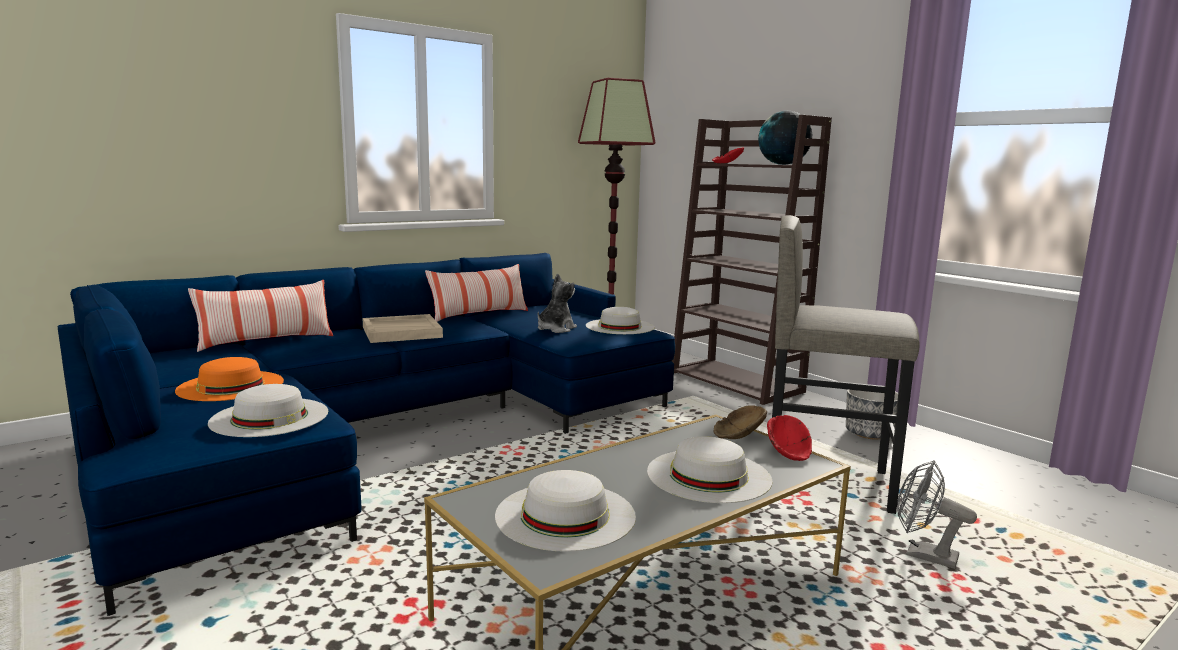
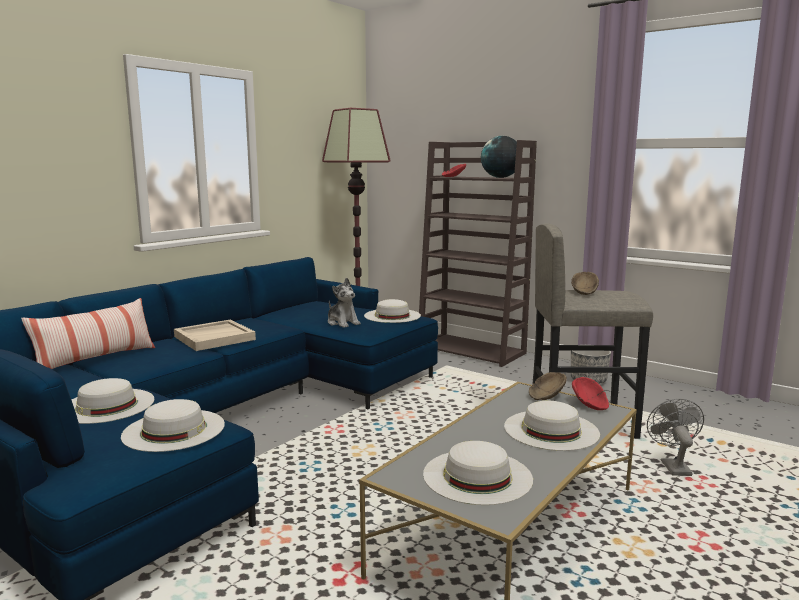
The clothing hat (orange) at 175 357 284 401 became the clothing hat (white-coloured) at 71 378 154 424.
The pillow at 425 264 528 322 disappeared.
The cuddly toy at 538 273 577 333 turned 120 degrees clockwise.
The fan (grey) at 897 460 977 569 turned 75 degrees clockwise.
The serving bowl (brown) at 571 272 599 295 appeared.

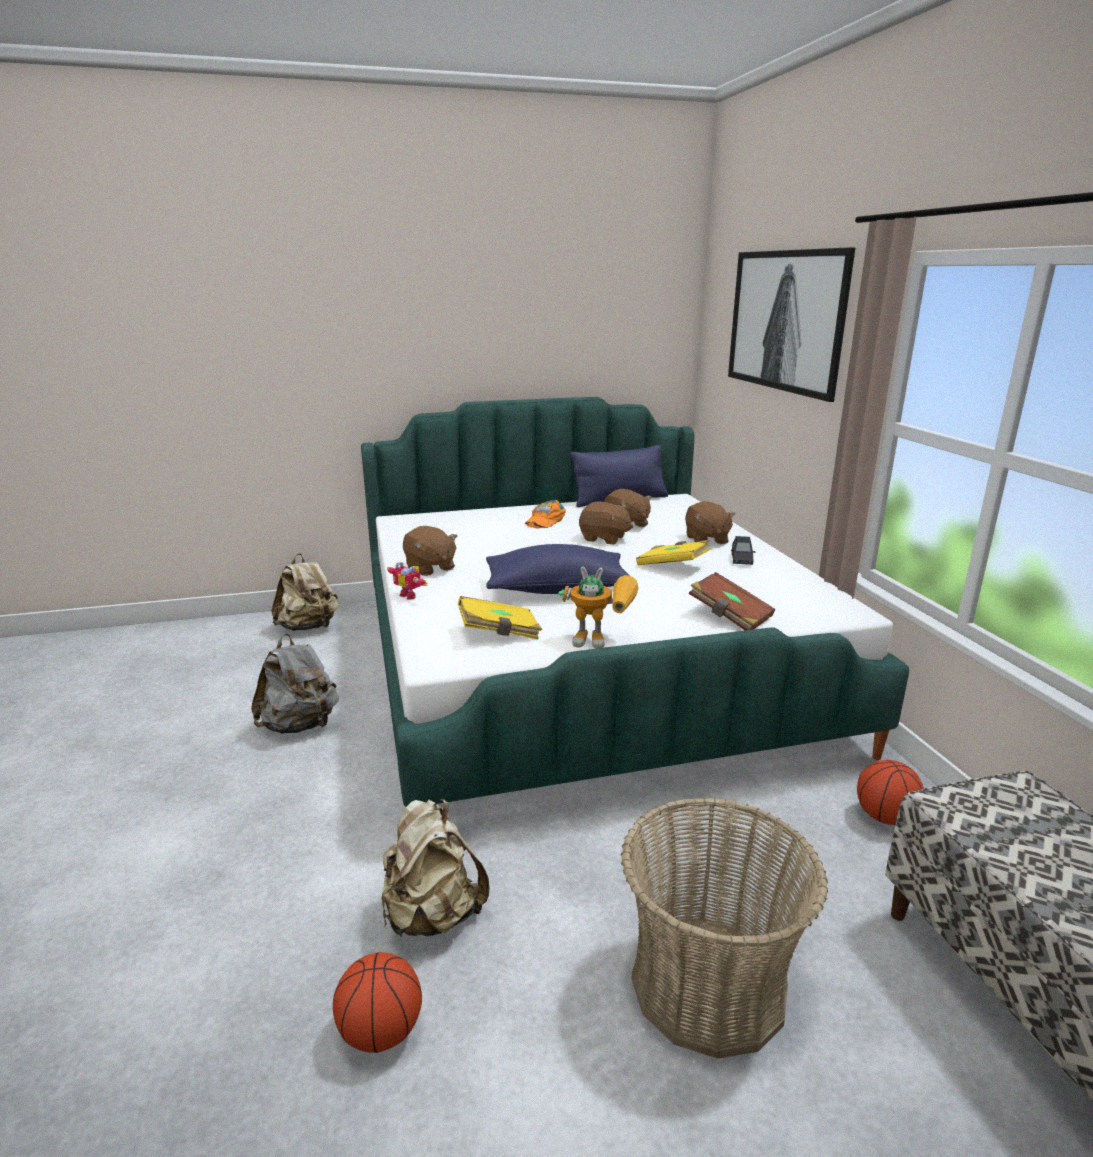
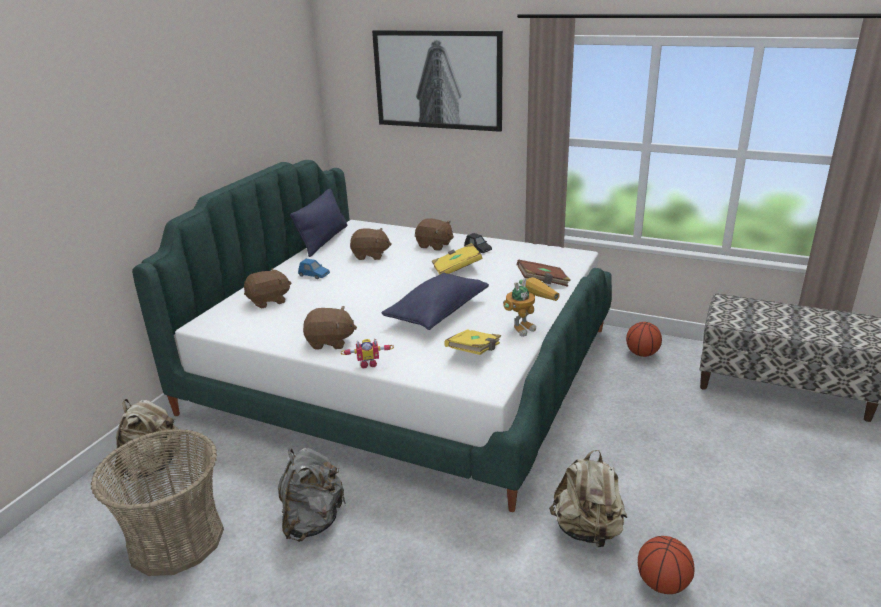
The peaked cap (orange) at 525 500 566 528 was replaced by the model car (blue-coloured) at 298 259 330 279.
The cuddly toy (brown) moved from 579 502 633 544 to 244 268 292 309.
The storage basket moved from 621 797 828 1059 to 91 429 224 576.

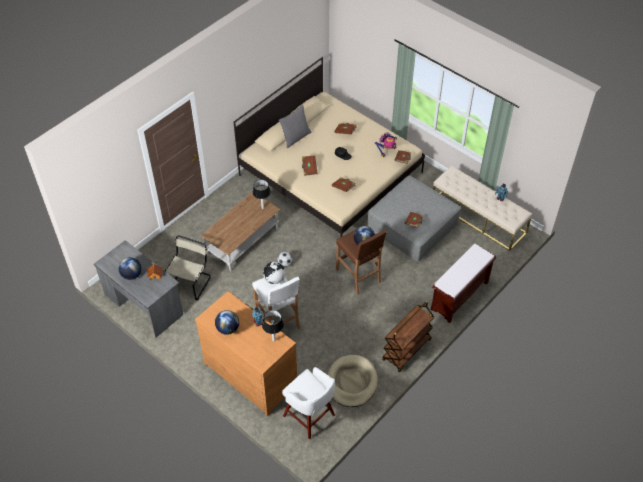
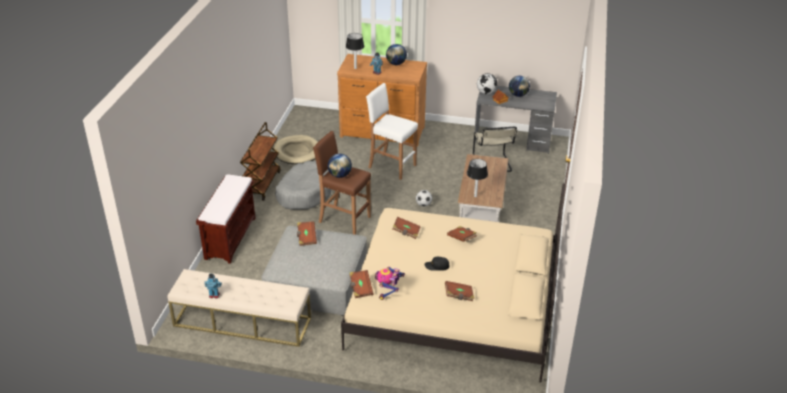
The globe moved from 263 262 285 284 to 477 73 498 94.
The pillow (grey) at 279 105 311 148 disappeared.
The sitting stool (white-coloured) at 282 367 335 439 disappeared.
The pet bed (grey) at 275 161 332 209 appeared.

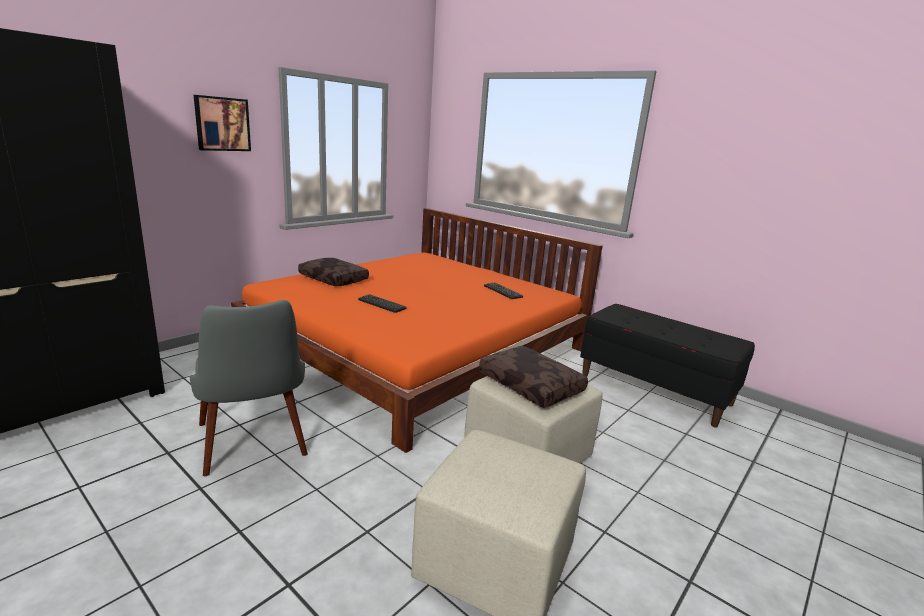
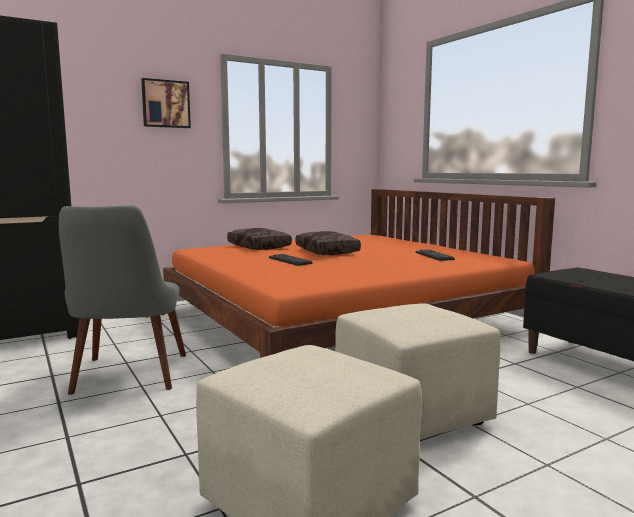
The pillow (brown) moved from 479 346 588 408 to 295 231 361 255.

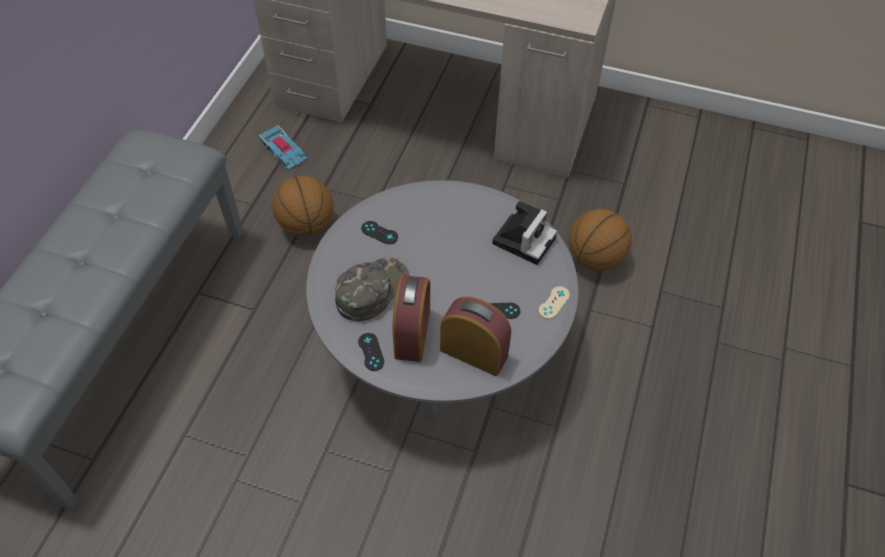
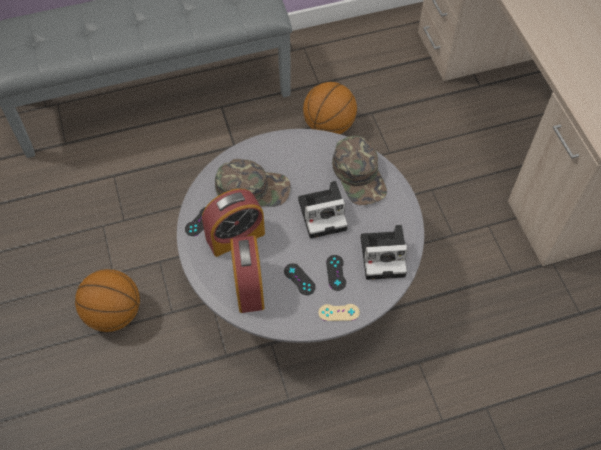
The model car at 259 125 308 170 disappeared.
The gamepad (blackish) moved from 361 221 398 244 to 326 255 346 291.
The basketball ball moved from 568 209 632 271 to 75 269 140 332.
The photo camera at 298 181 348 239 appeared.
The peaked cap (greenish) at 332 136 387 205 appeared.

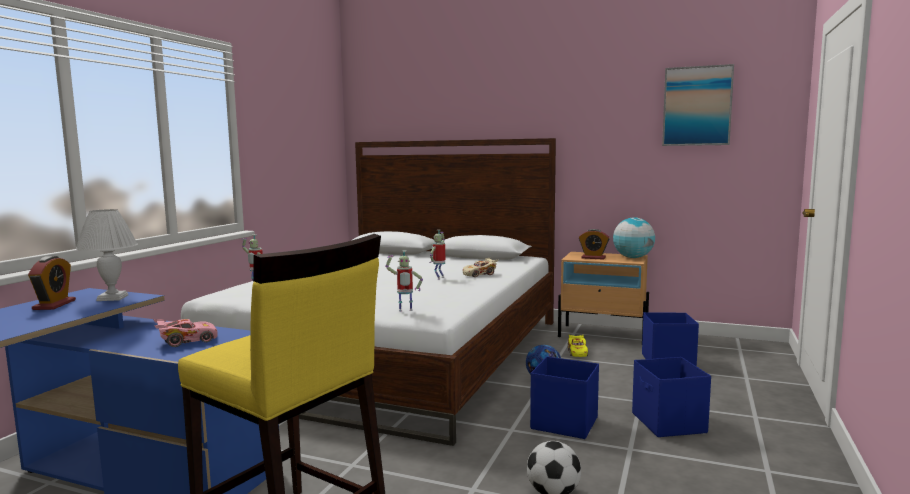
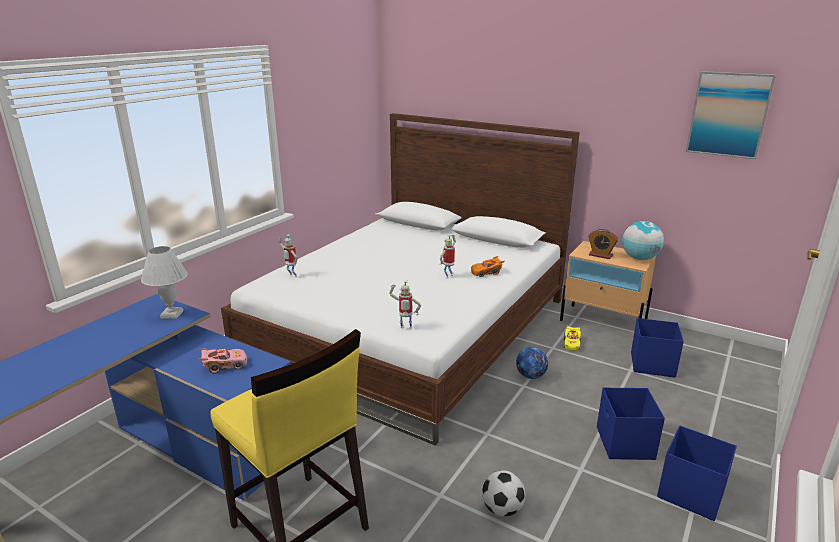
The alarm clock at 28 256 76 310 disappeared.
The model car (beige) at 463 258 498 277 became the model car (orange) at 471 256 504 277.
The storage box (blue-coloured) moved from 530 356 599 439 to 657 425 737 521.

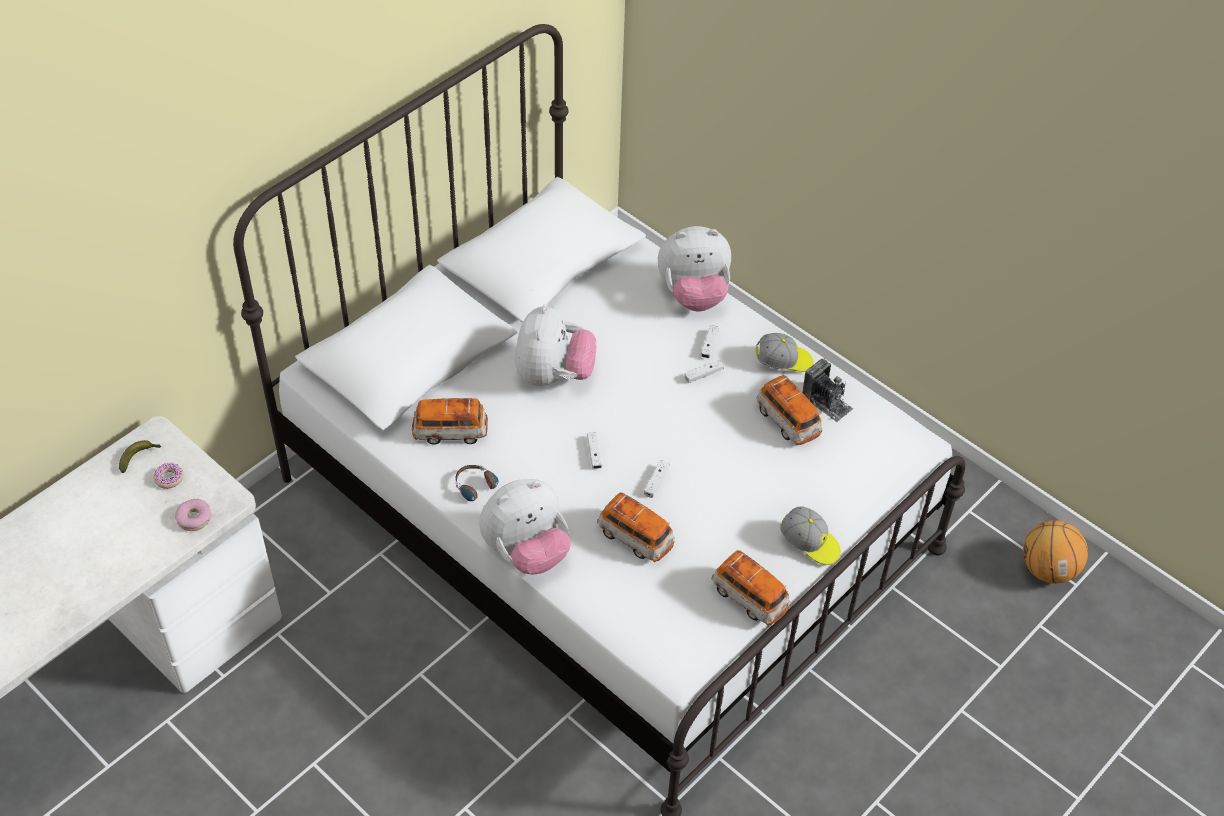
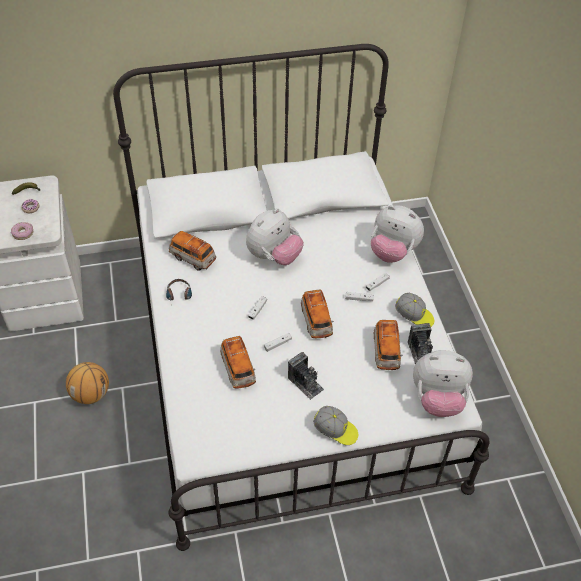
The cuddly toy moved from 479 479 570 574 to 413 350 473 417.
The model car moved from 712 550 790 625 to 301 289 334 338.
The peaked cap at 781 506 841 565 turned 45 degrees counterclockwise.
The basketball ball moved from 1023 520 1088 583 to 66 362 109 404.
The photo camera at 288 352 324 400 appeared.

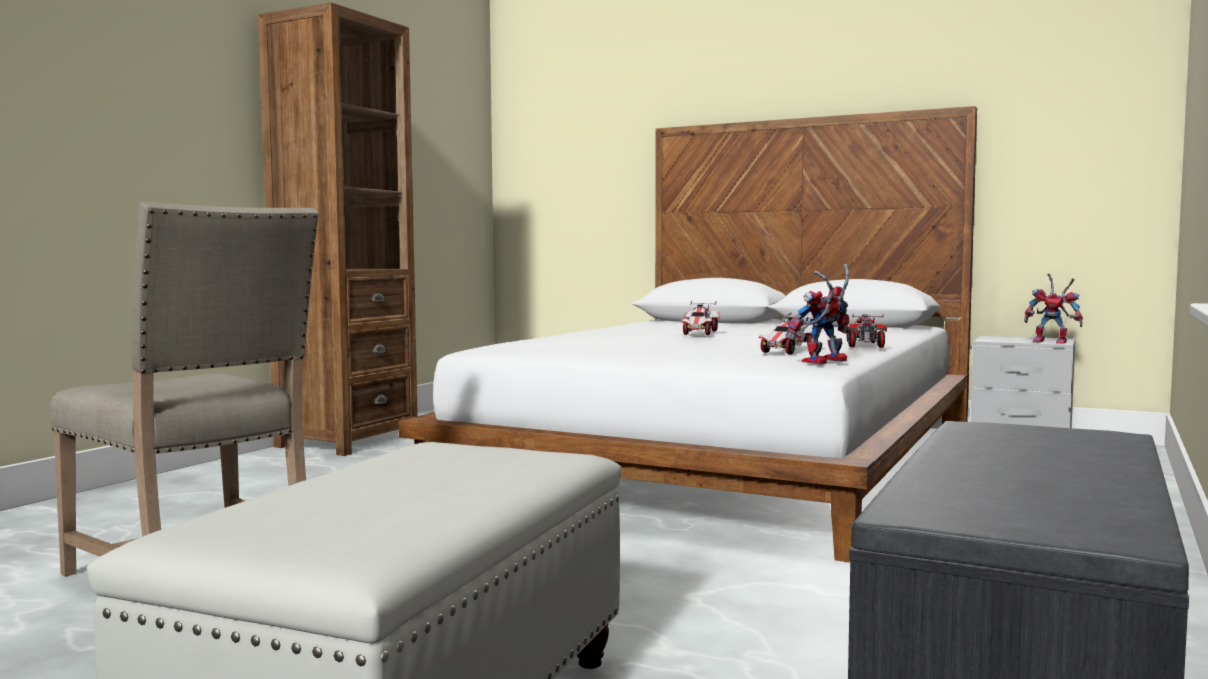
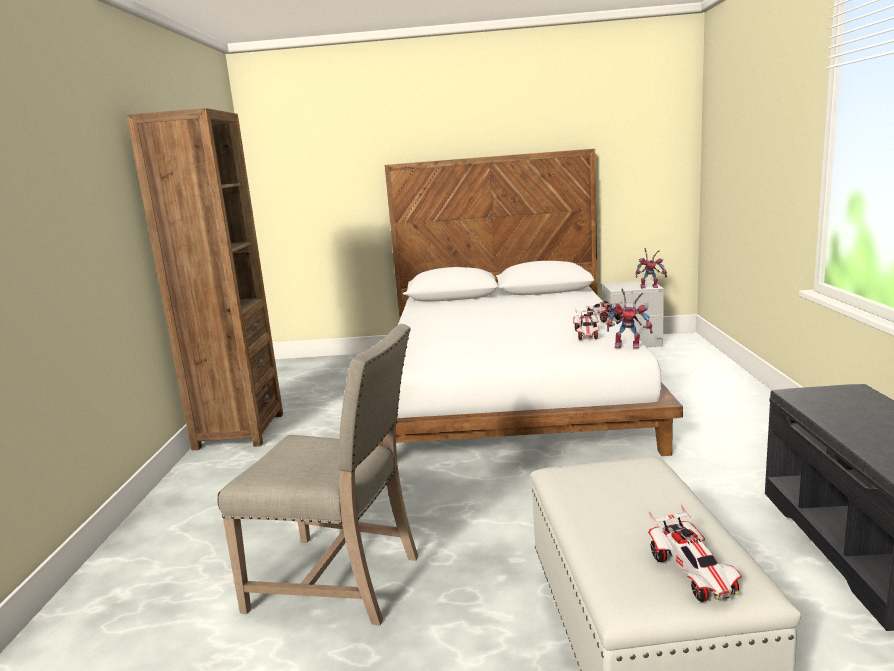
The model car moved from 681 301 720 335 to 648 505 742 602.
The robot figure at 785 264 850 364 turned 105 degrees counterclockwise.

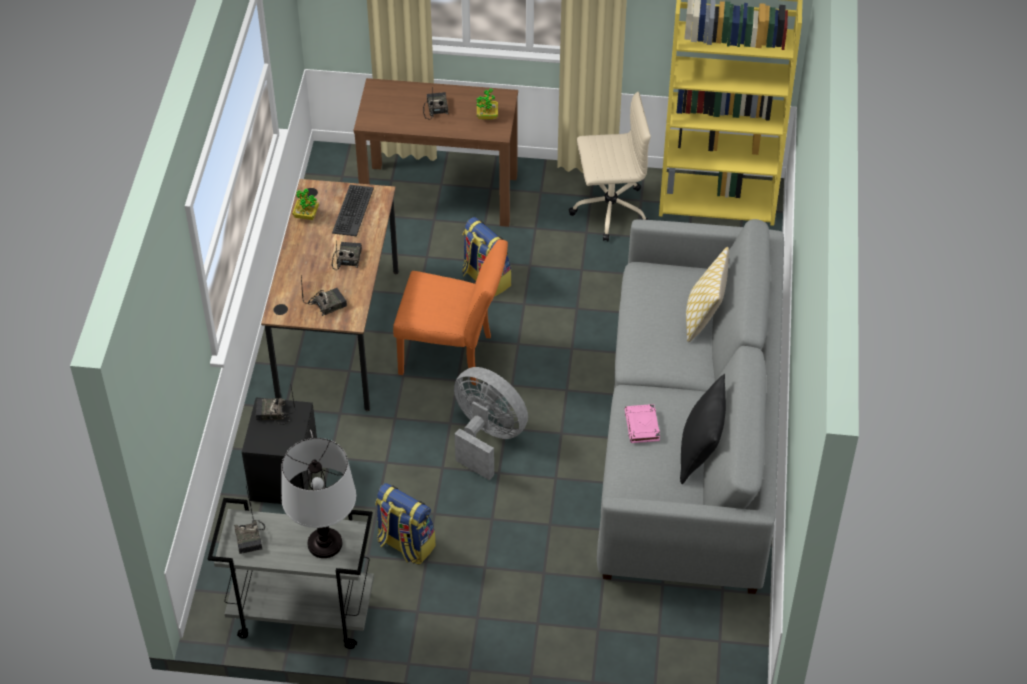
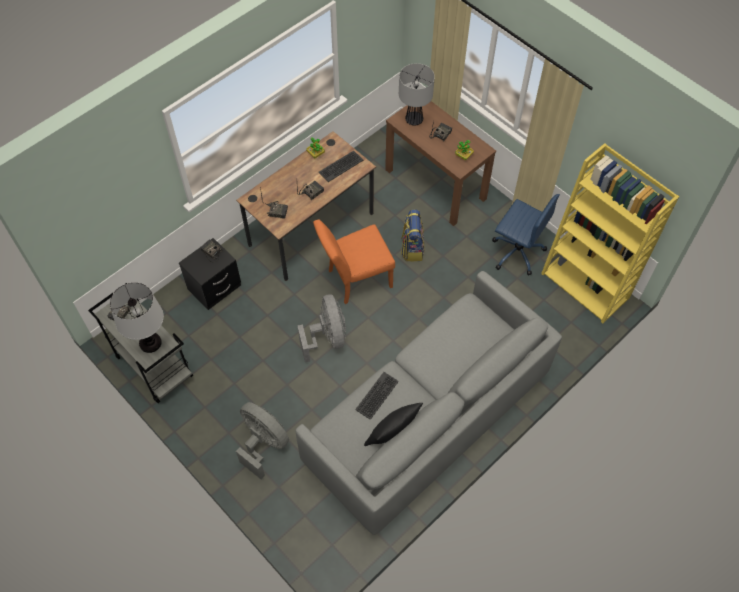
The backpack at 375 483 436 565 disappeared.
The upright chair (orange) at 393 239 508 385 turned 105 degrees clockwise.
The office chair (beige) at 569 92 651 241 became the office chair (blue-coloured) at 492 194 560 276.
The volume (pink) at 625 404 660 443 was replaced by the computer keyboard at 355 372 399 420.
The pillow at 686 247 729 342 disappeared.
The fan (grey) at 236 402 289 479 appeared.
The tabletop lamp at 399 63 435 126 appeared.

